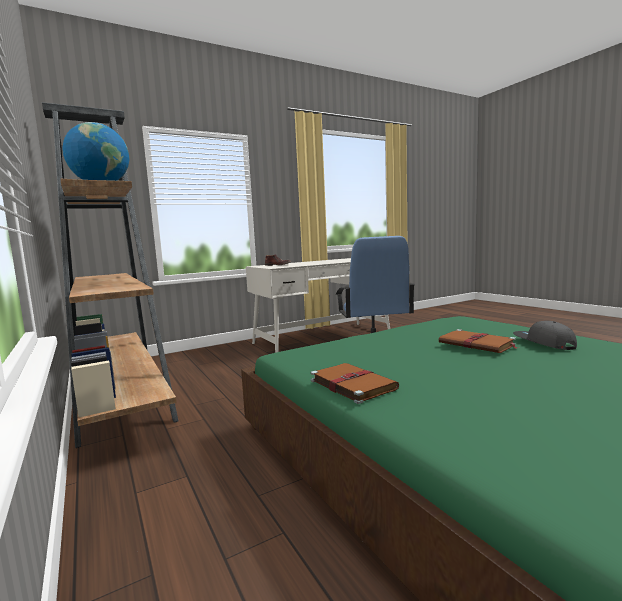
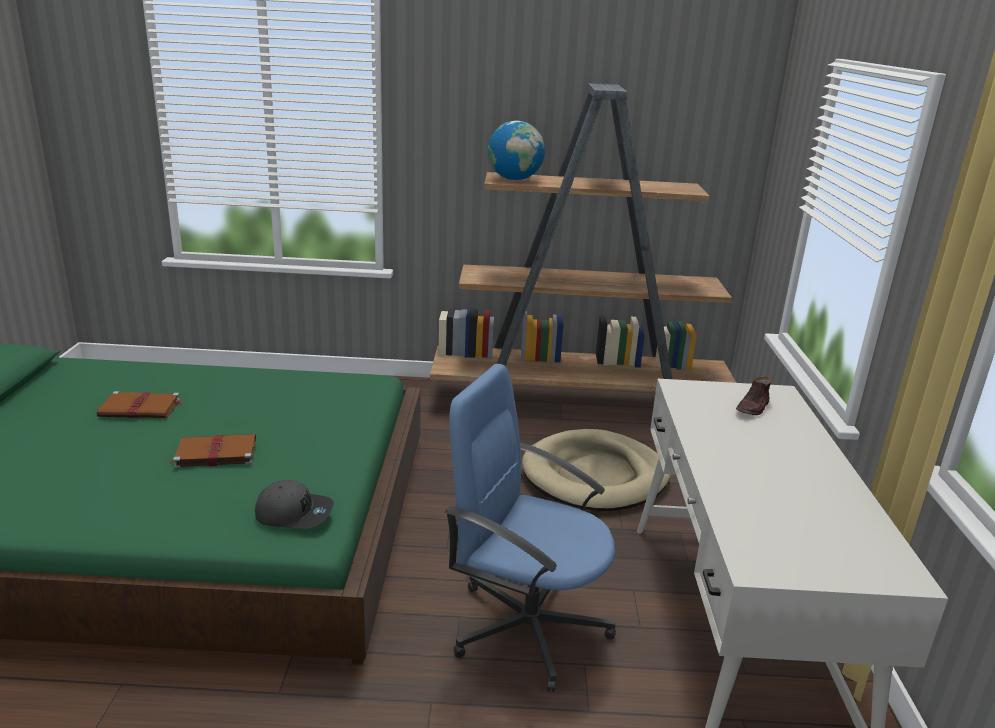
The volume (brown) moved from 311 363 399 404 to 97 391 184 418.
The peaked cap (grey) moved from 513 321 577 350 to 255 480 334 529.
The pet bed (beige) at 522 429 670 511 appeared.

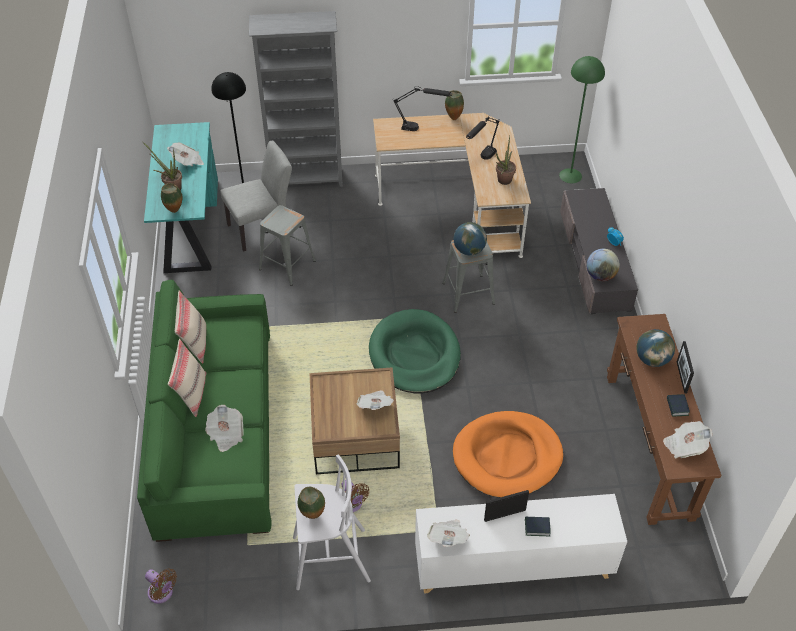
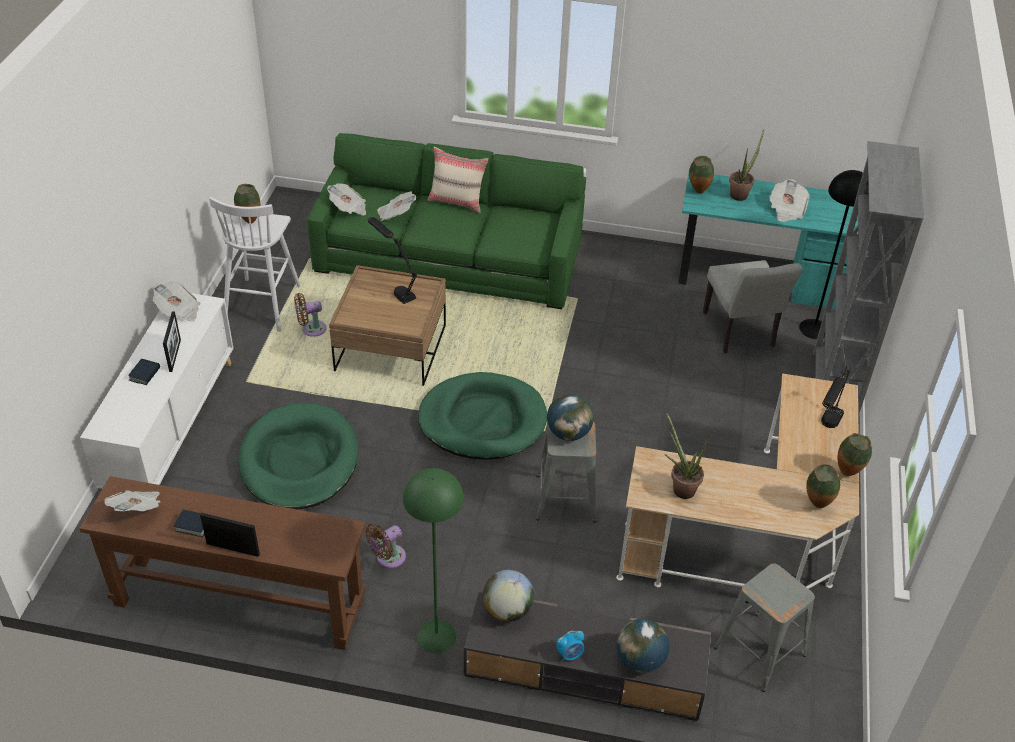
The fan (brown) moved from 145 569 177 604 to 365 523 406 569.
The pillow (beige) at 175 291 206 364 disappeared.
The sitting stool (grey) moved from 259 205 316 286 to 714 563 815 692.
The daily paper moved from 357 390 394 410 to 327 183 366 216.
The pet bed (orange) at 453 411 563 498 became the pet bed (greenish) at 238 403 358 509.
The tabletop lamp (blackish) moved from 466 116 500 160 to 368 217 417 304.
The standing lamp (greenish) moved from 559 56 605 183 to 403 468 464 653.
The globe moved from 636 329 675 367 to 617 619 670 673.
The decorative vase at 806 464 840 508 appeared.

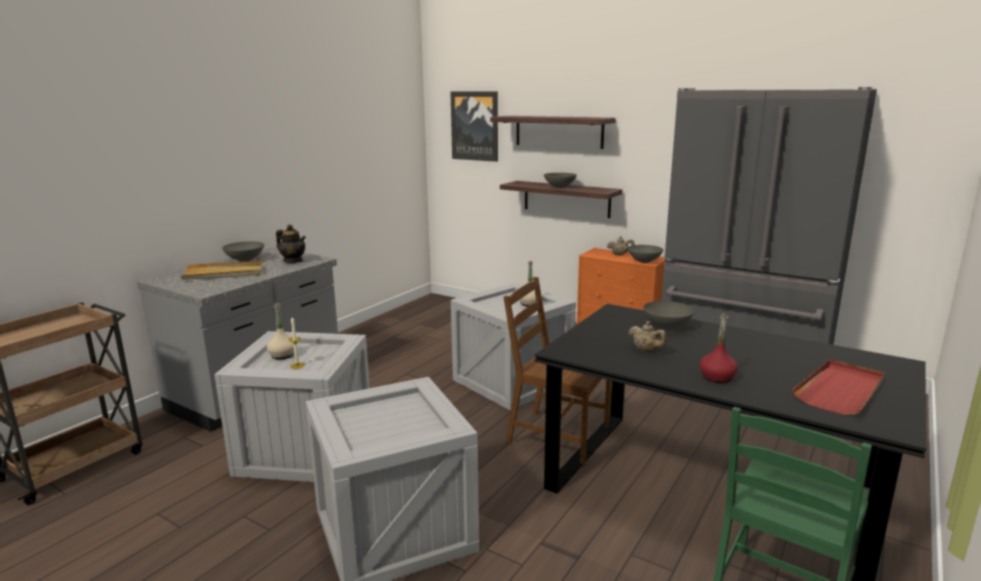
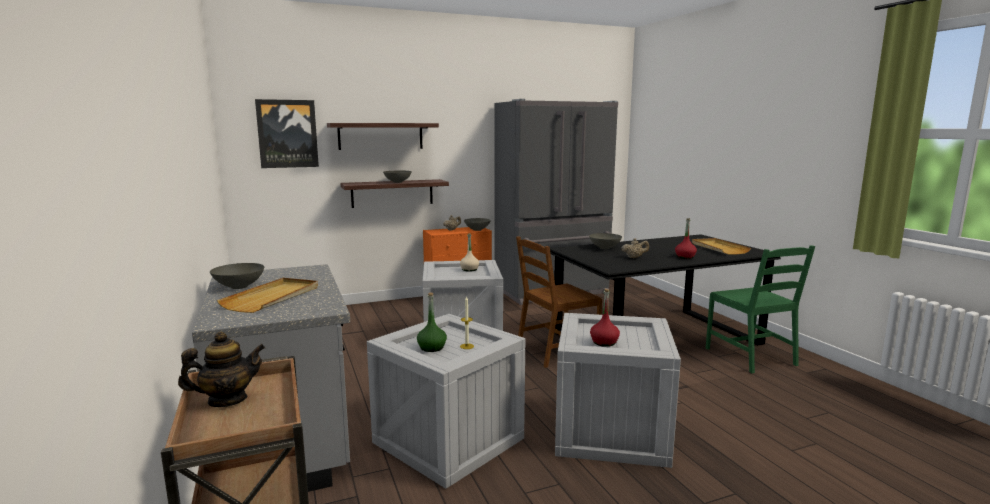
The bottle (beige) at 267 303 294 360 became the bottle (greenish) at 417 293 447 352.
The teapot moved from 276 224 306 263 to 178 331 265 407.
The tray (red) at 792 359 884 415 became the tray (beige) at 692 238 751 255.
The bottle (red) at 590 289 620 347 appeared.

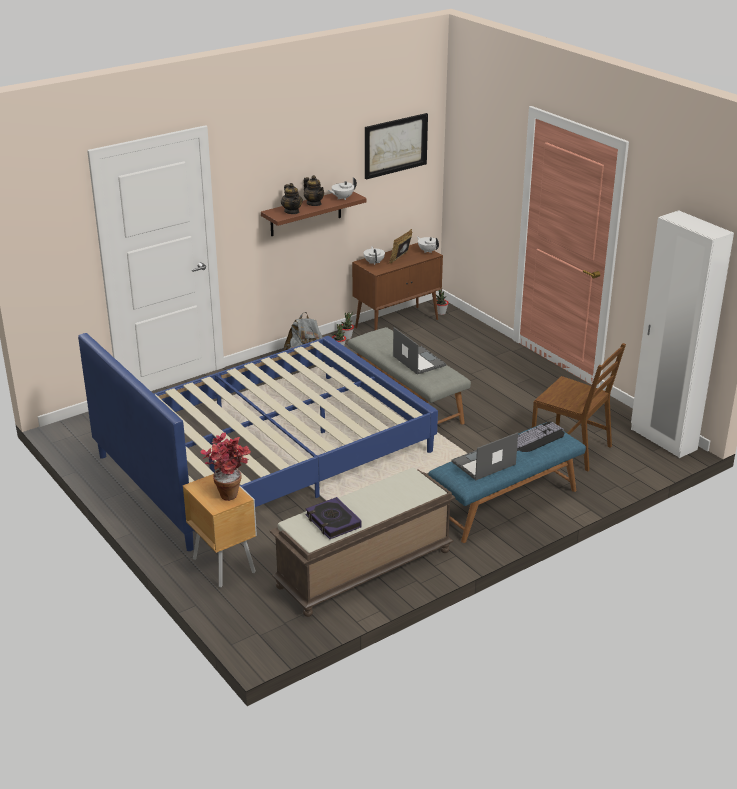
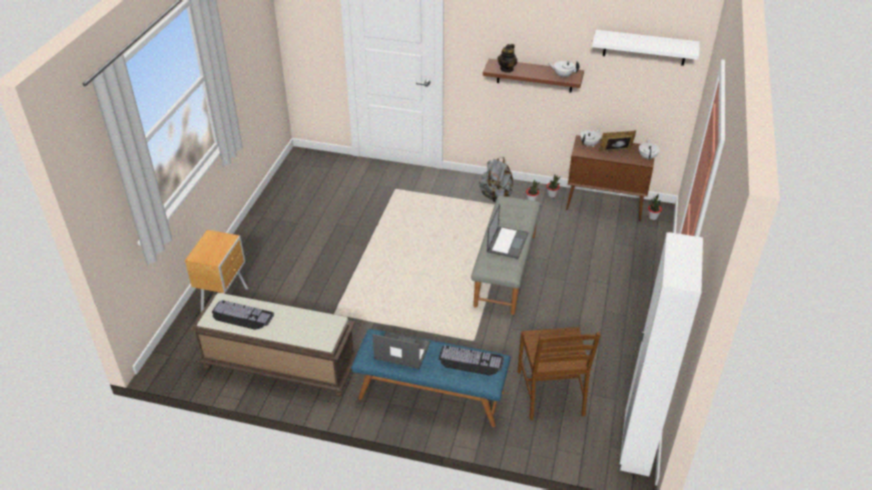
The bedroom bed (blue-coloured) at 78 333 438 551 disappeared.
The houseplant at 201 433 251 501 disappeared.
The teapot at 304 175 324 206 disappeared.
The volume at 305 497 361 539 was replaced by the computer keyboard at 212 300 274 330.
The wall art at 365 113 428 180 was replaced by the shelf (white-coloured) at 592 30 700 66.

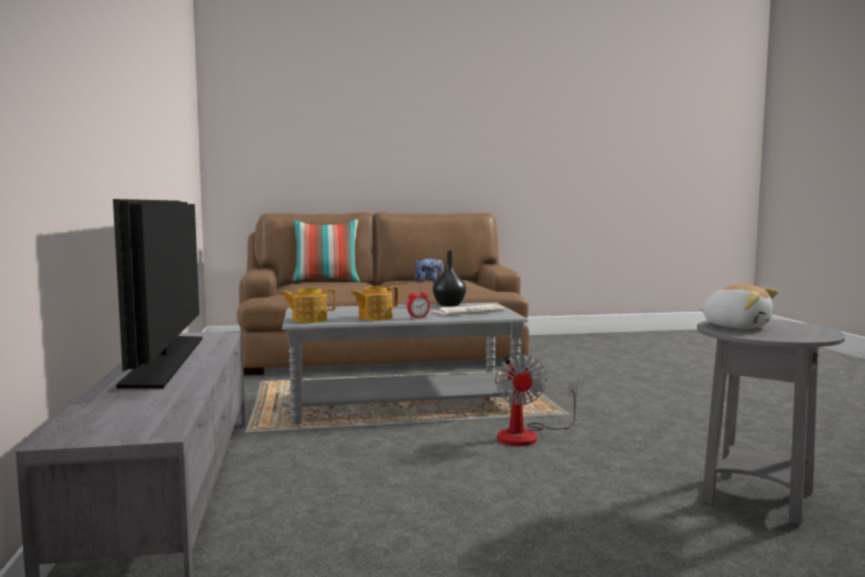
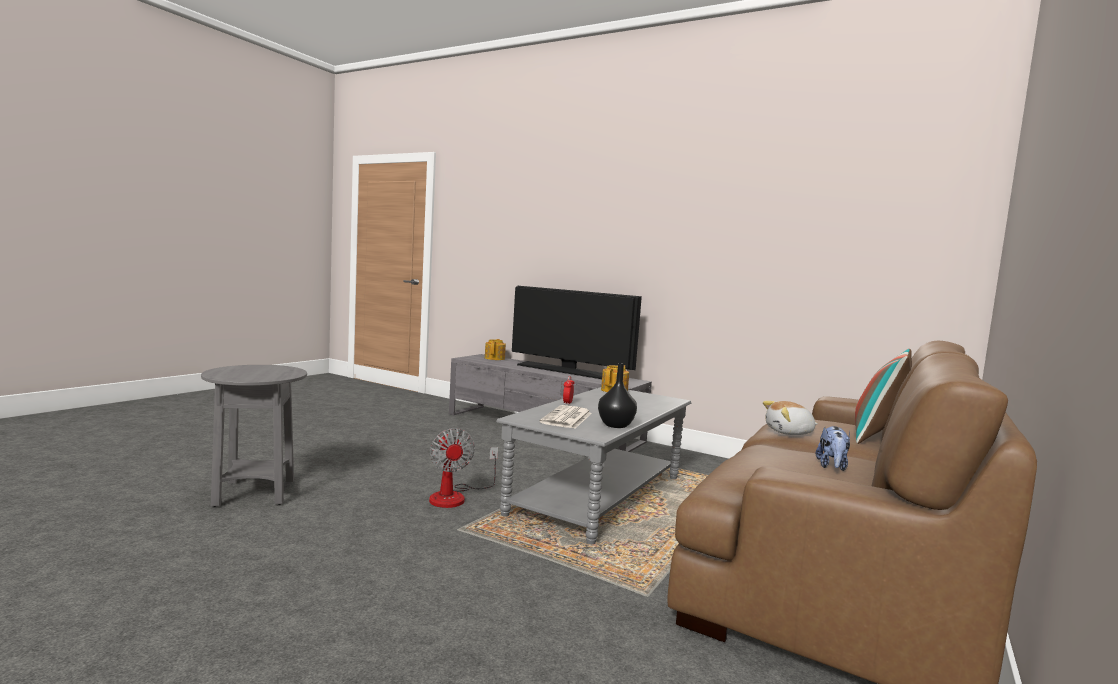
The teapot moved from 351 286 398 321 to 485 339 506 360.
The fan at 495 354 578 446 turned 150 degrees counterclockwise.
The cuddly toy moved from 698 284 778 329 to 763 401 818 435.

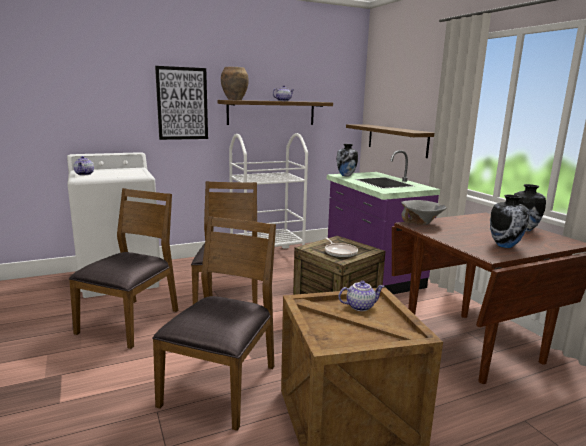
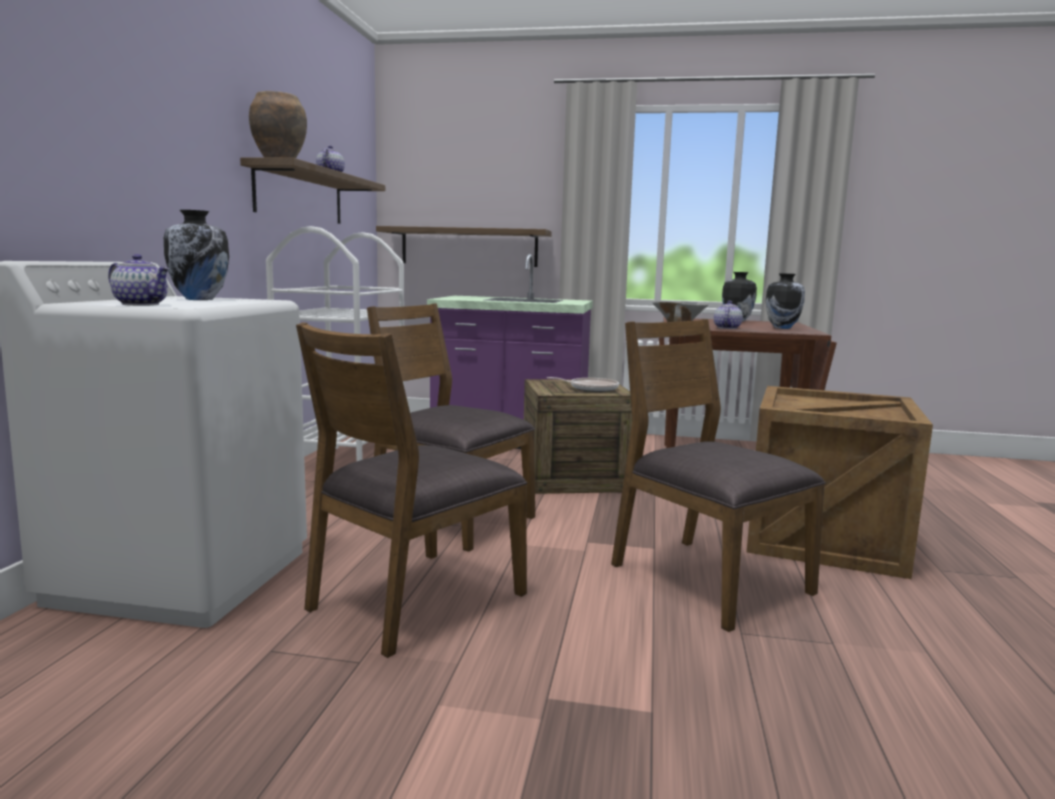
The upright chair (brown) at 69 188 178 349 turned 105 degrees counterclockwise.
The wall art at 155 66 208 140 disappeared.
The decorative vase moved from 337 144 358 176 to 164 210 229 300.
The teapot moved from 338 281 384 311 to 714 301 743 329.

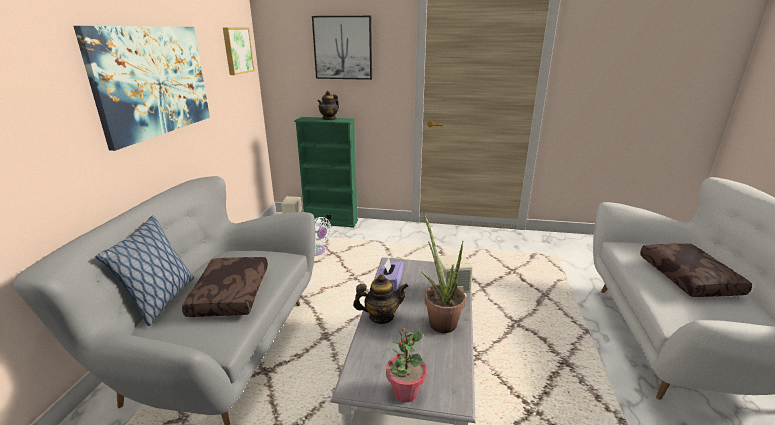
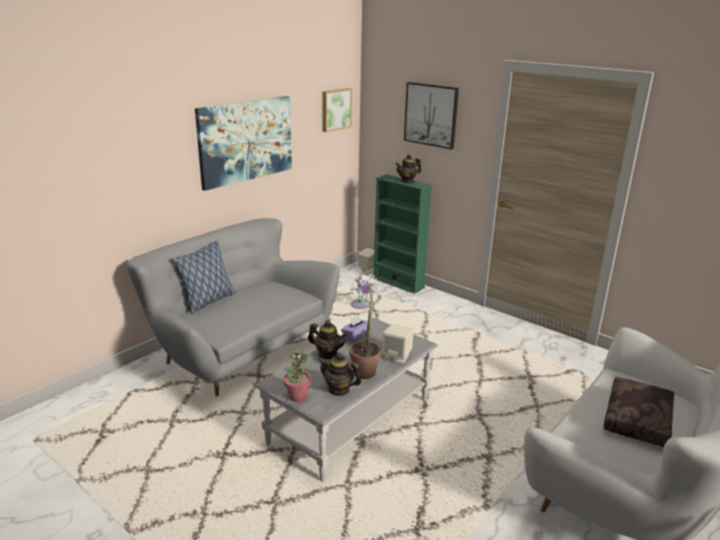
The pillow (brown) at 182 257 268 317 disappeared.
The teapot at 318 353 362 396 appeared.

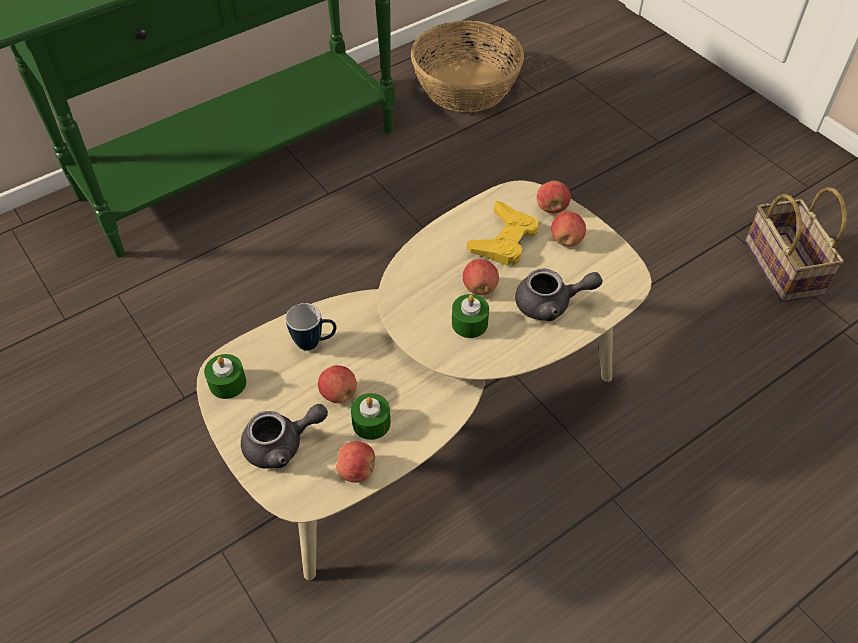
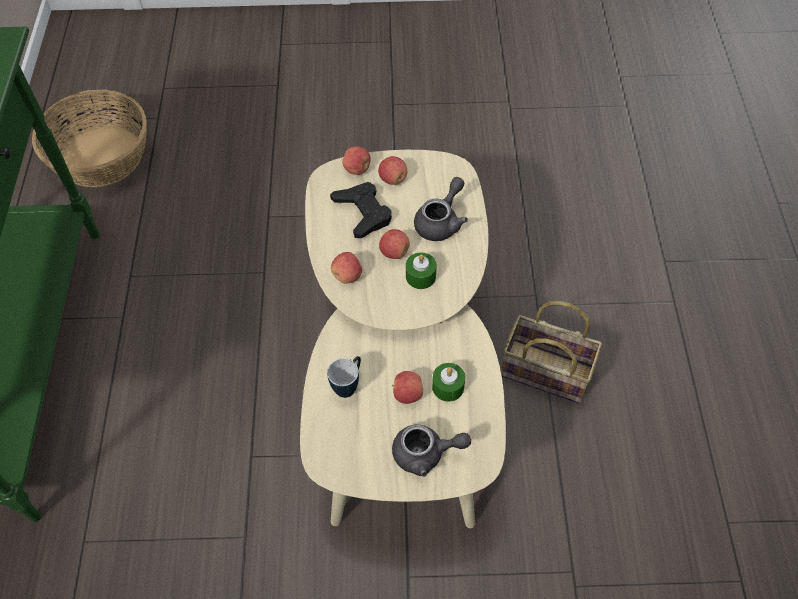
The candle (greenish) at 204 354 246 399 disappeared.
The teapot (grey) at 241 404 328 469 turned 75 degrees clockwise.
The apple fruit moved from 336 441 375 483 to 331 252 362 284.
The gamepad (yellow) at 467 201 539 266 became the gamepad (blackish) at 330 182 392 238.
The storage basket moved from 745 187 847 302 to 501 301 602 404.

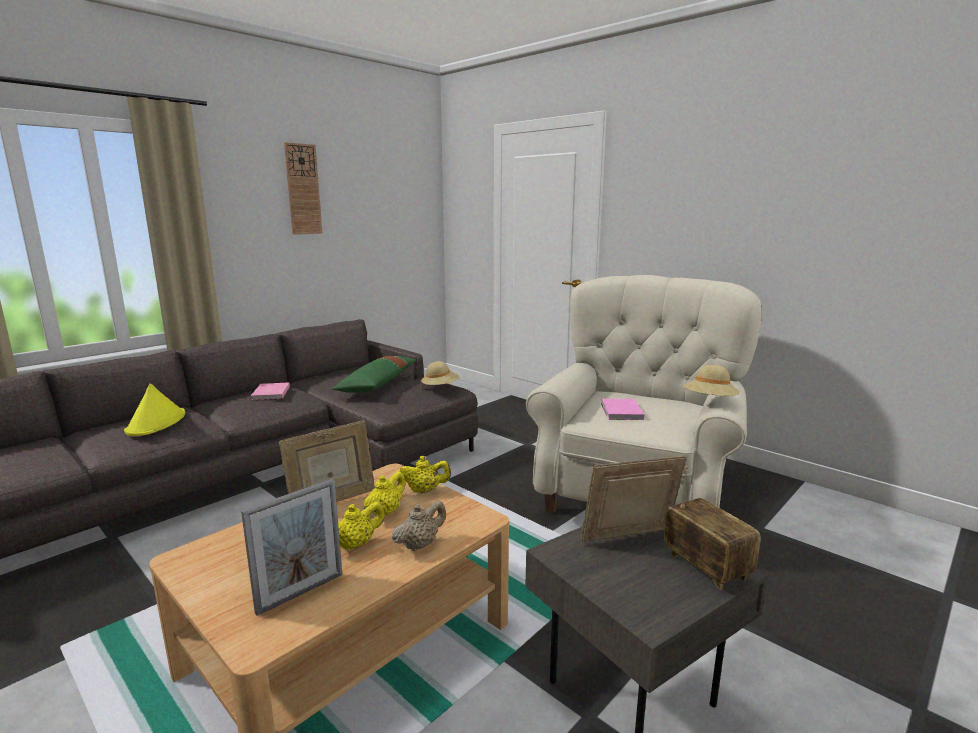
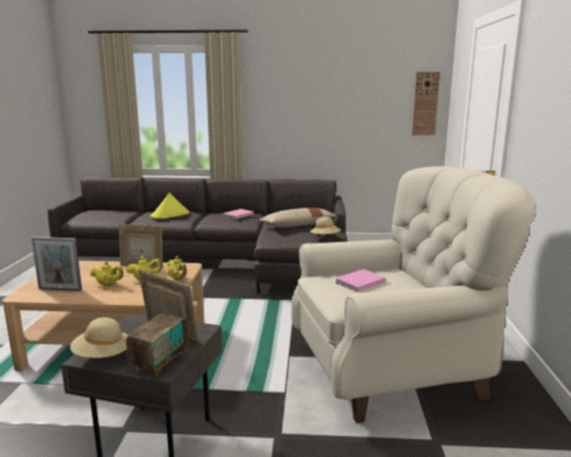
The wall clock moved from 284 142 322 235 to 412 72 440 136.
The pillow (greenish) at 331 356 417 393 became the pillow (beige) at 259 208 337 227.
The teapot (beige) at 392 501 446 551 disappeared.
The clothing hat (beige) moved from 683 365 740 396 to 70 317 128 358.

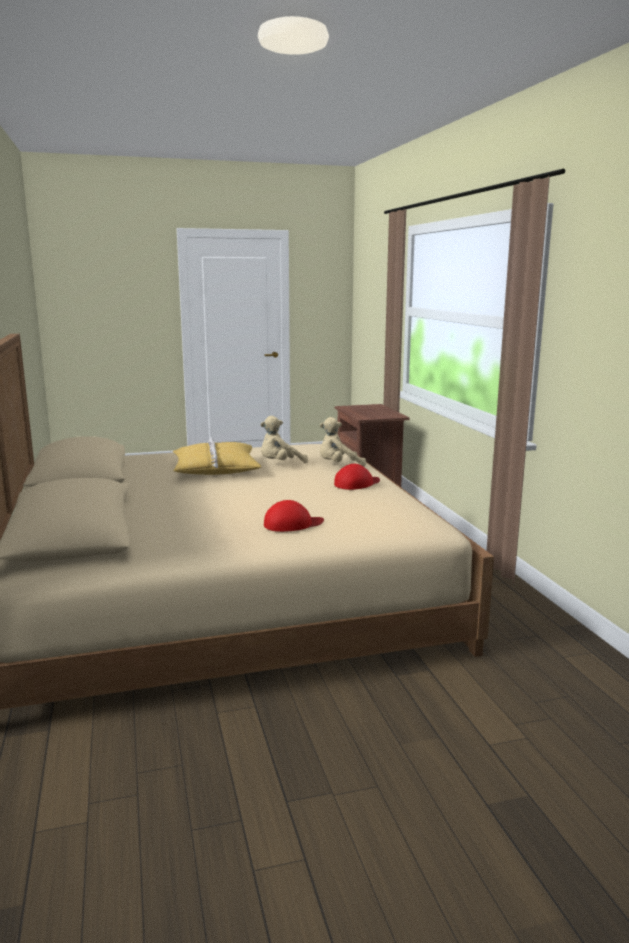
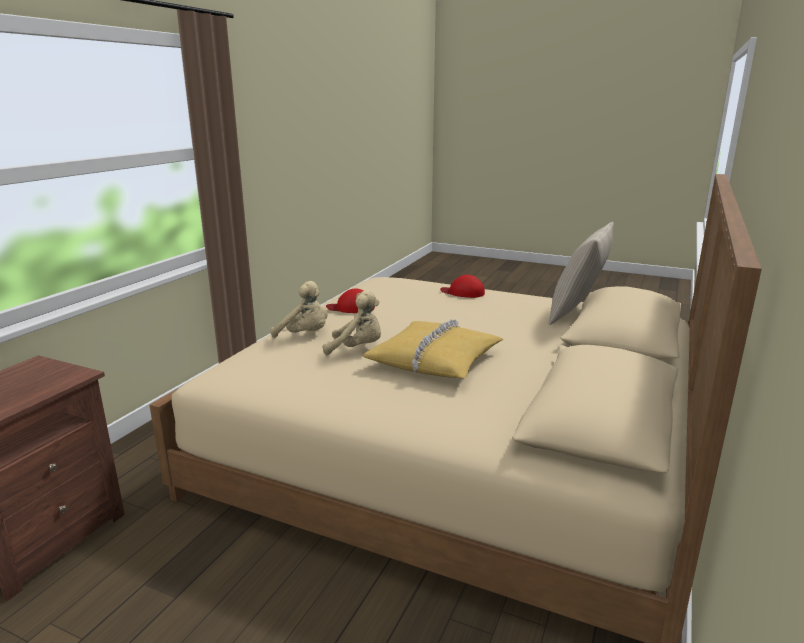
The pillow (beige) at 549 222 614 325 appeared.

